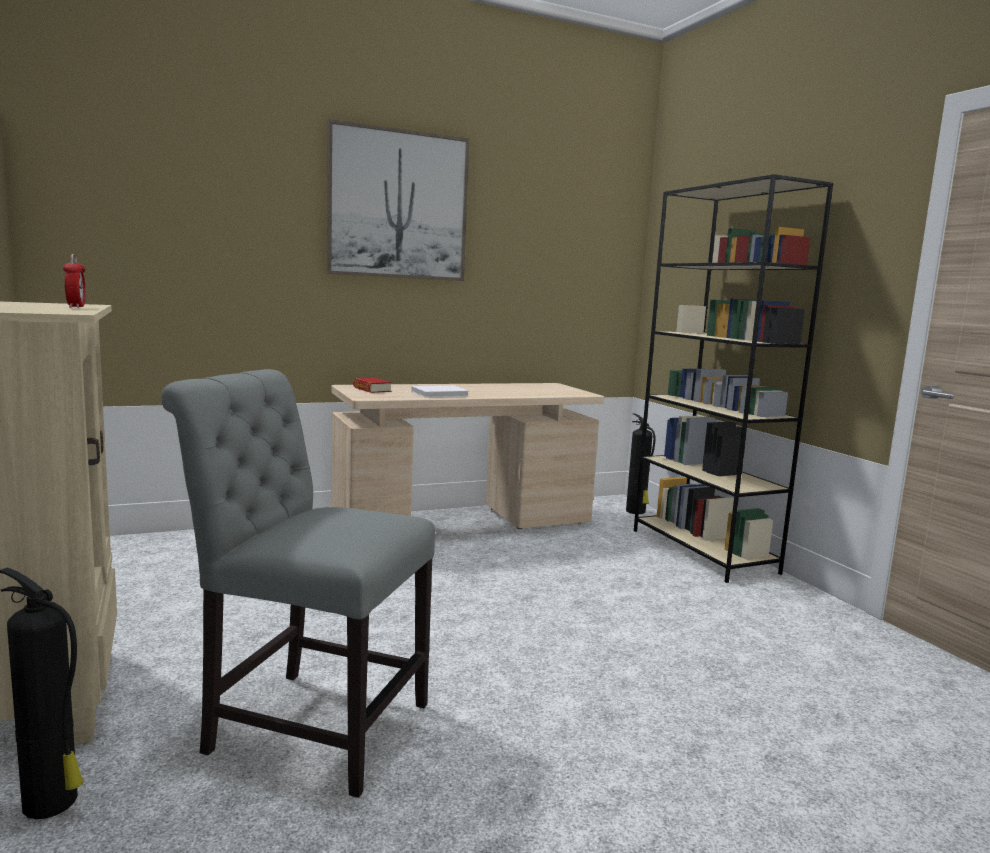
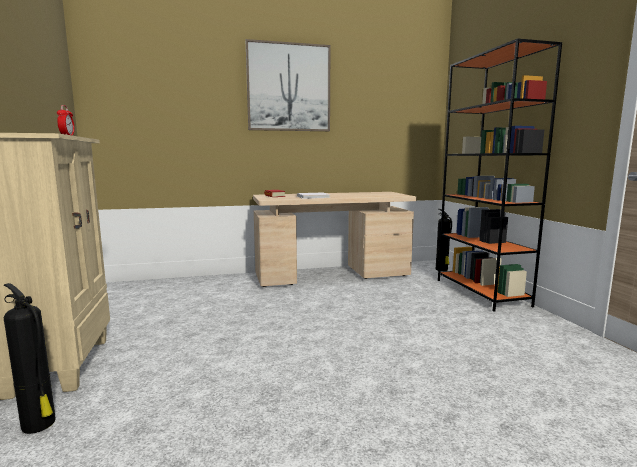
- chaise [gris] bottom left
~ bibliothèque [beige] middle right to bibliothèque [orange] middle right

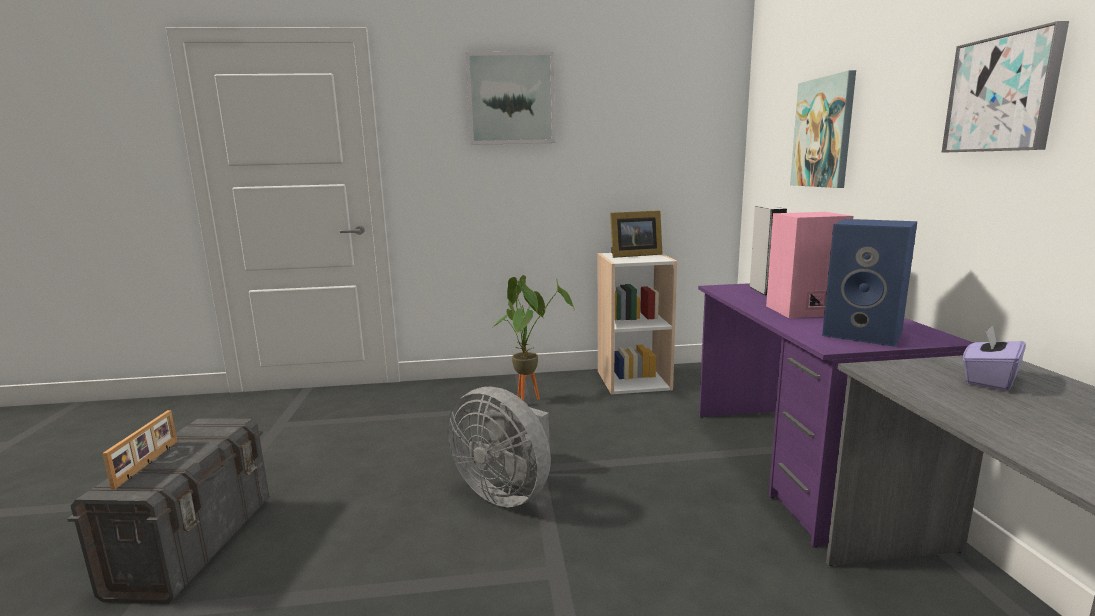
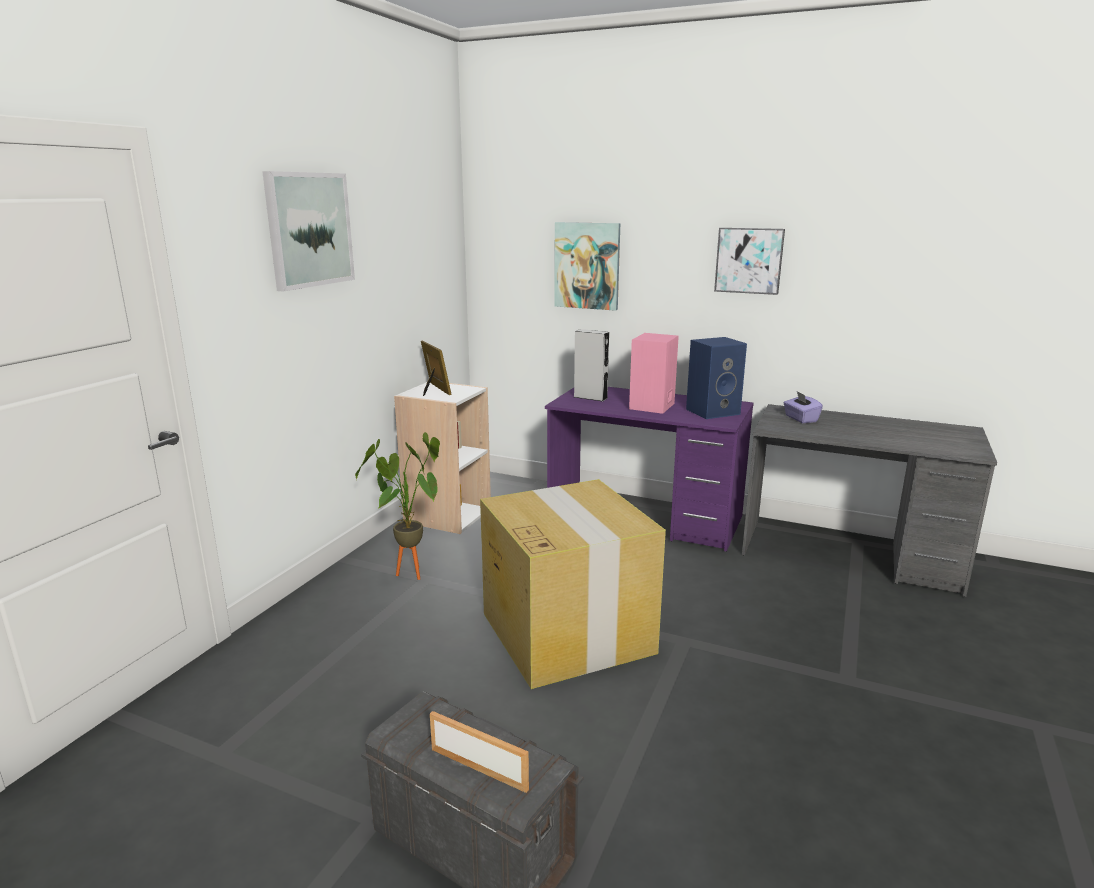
~ ventilateur [gris] bottom centre to carton centre
~ cadre photo (2nd from left in the first image) centre = centre 45 degrees counterclockwise

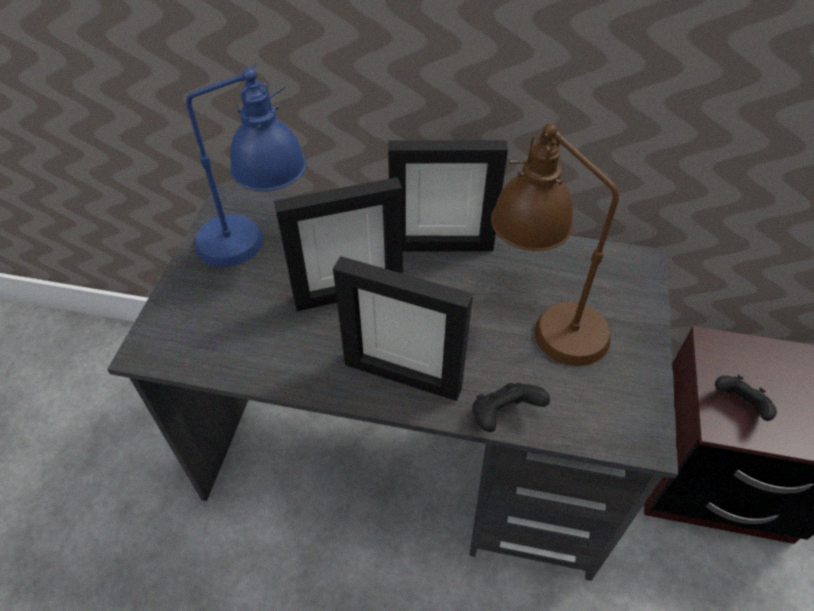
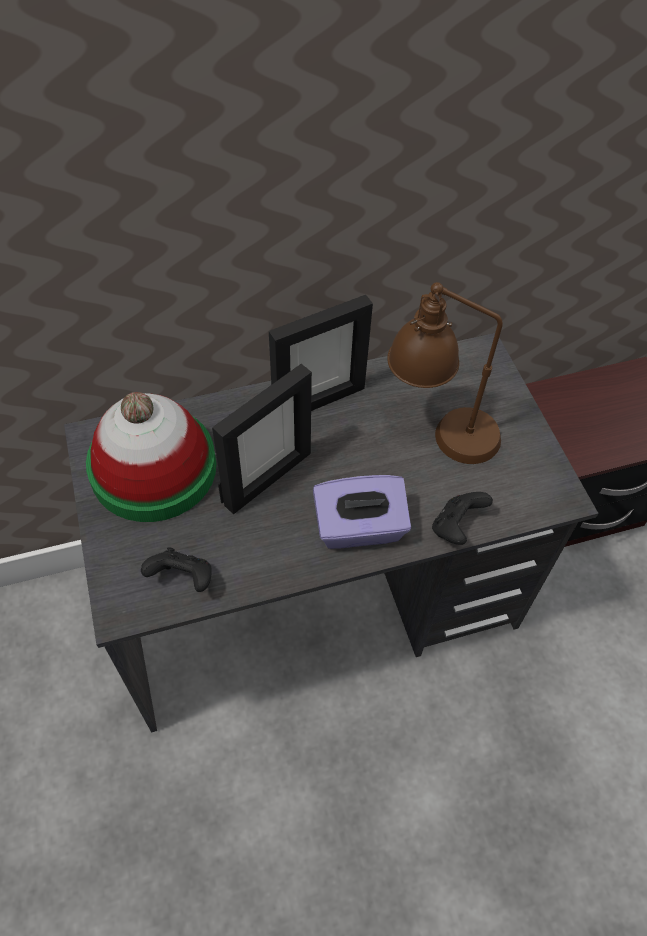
~ lampe de table [bleu] top left to chapeau middle left
~ cadre photo (2nd from left) centre to boîte à mouchoirs [violet] centre
~ manette [noir] (2nd from left in the first image) middle right to manette [noir] (1st from left) middle left

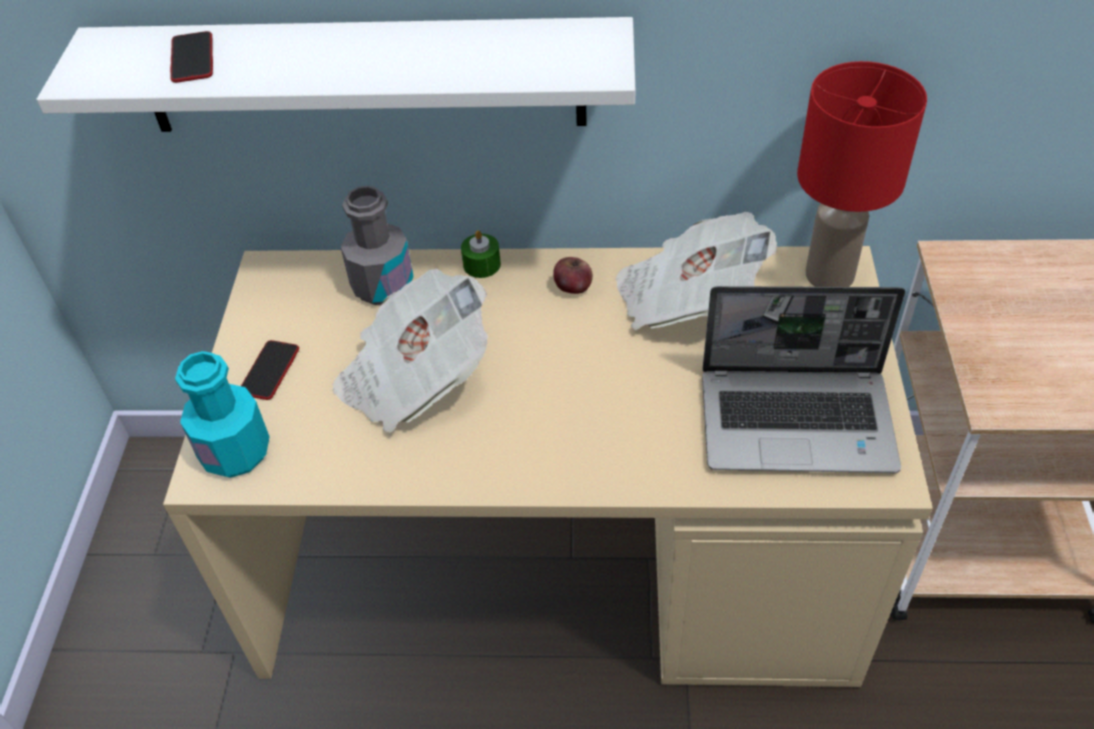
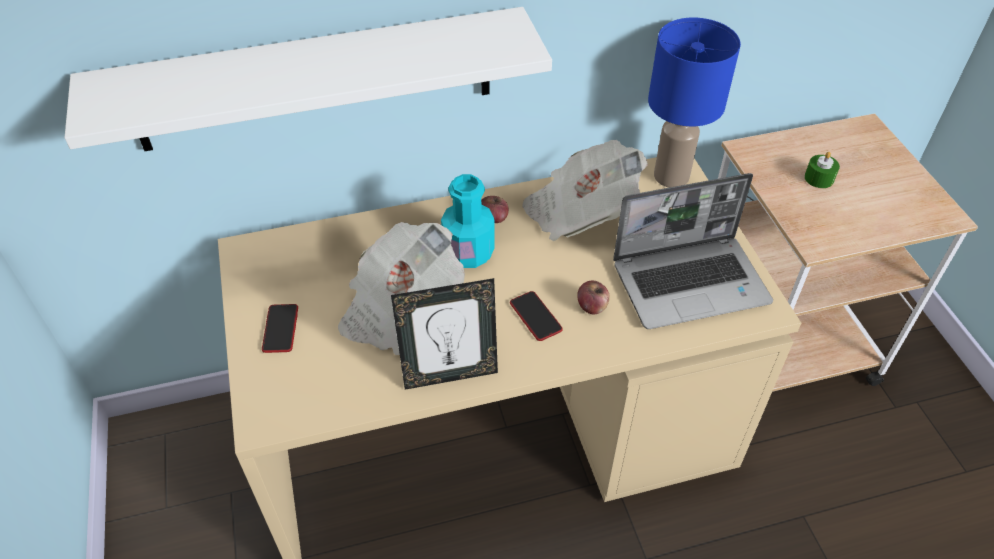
~ téléphone (1st from left in the first image) top left to téléphone (2nd from left) centre
~ bouteille [turquoise] middle left to centre
- bouteille [gris] centre
~ bougie [vert] centre to top right
~ lampe de table [rouge] top right to lampe de table [bleu] top right
+ cadre photo centre
+ pomme (2nd from left) centre

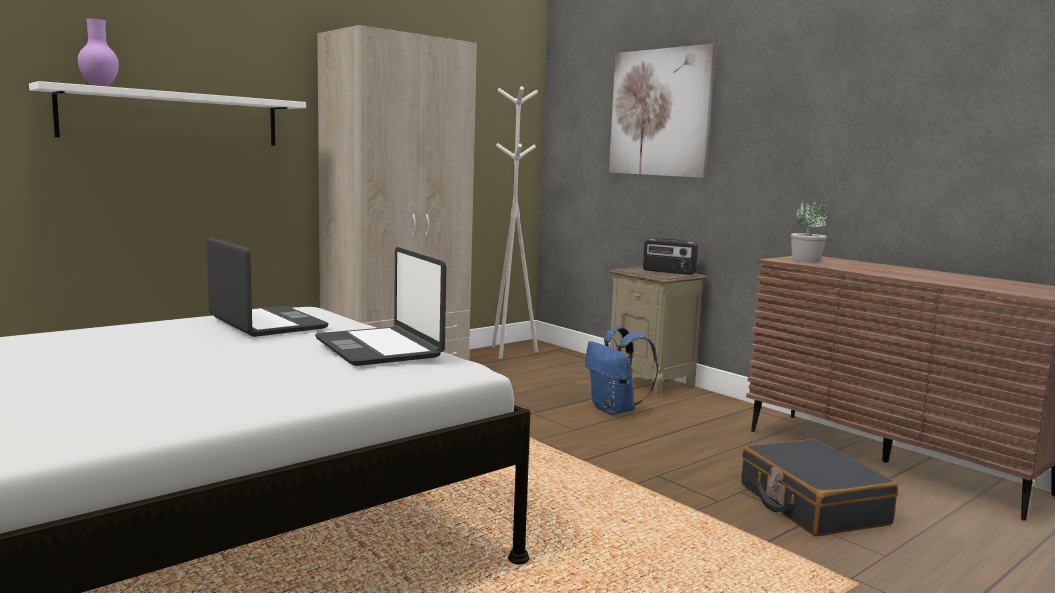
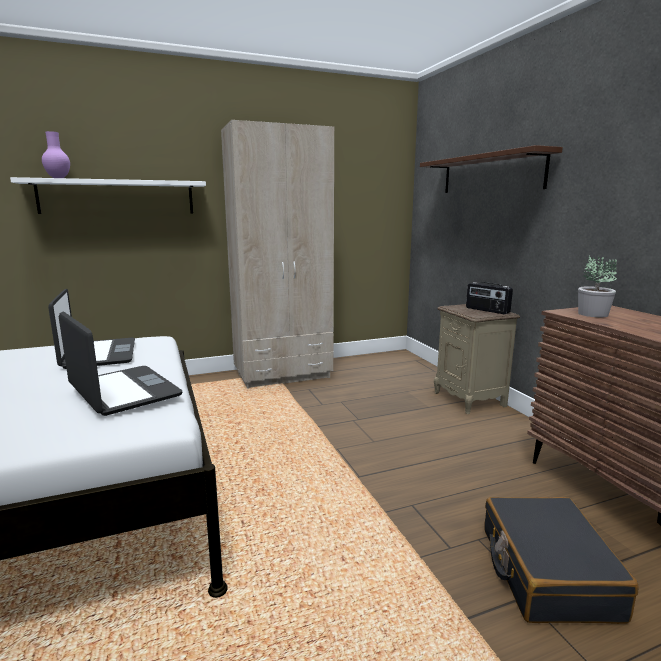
~ ordinateur portable (2nd from left) centre = middle left 150 degrees clockwise
- portant [gris] centre
- sac à dos [bleu] centre
~ tableau top centre to étagère [marron] top right

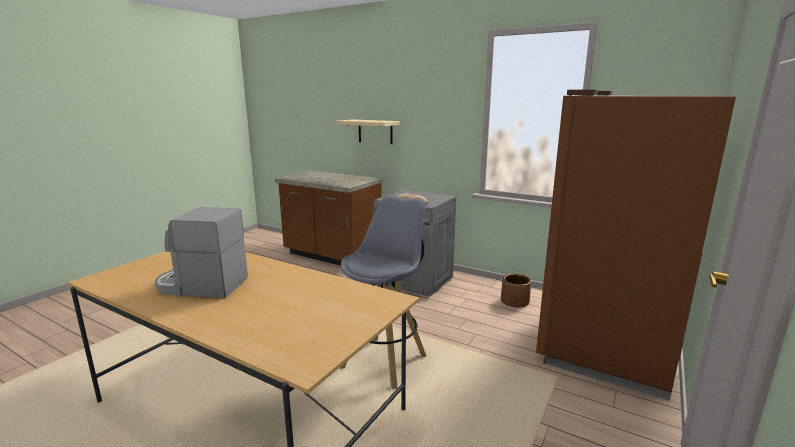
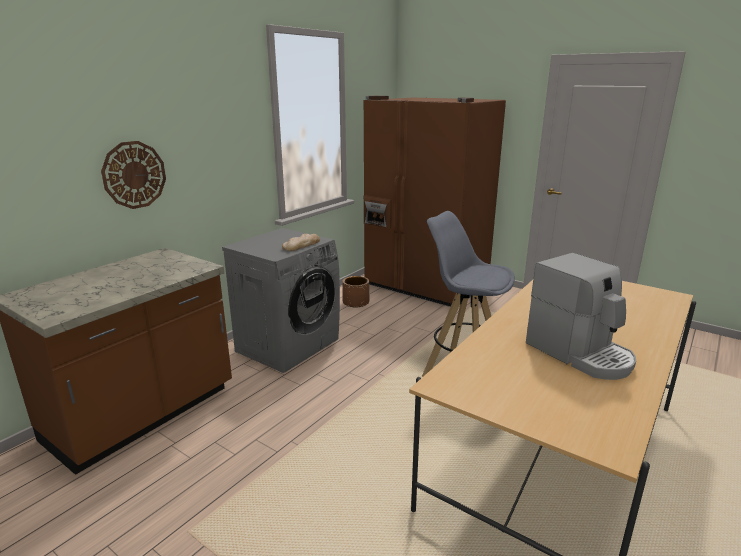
~ machine à café middle left = middle right 45 degrees counterclockwise
~ étagère [beige] top centre to horloge murale top left

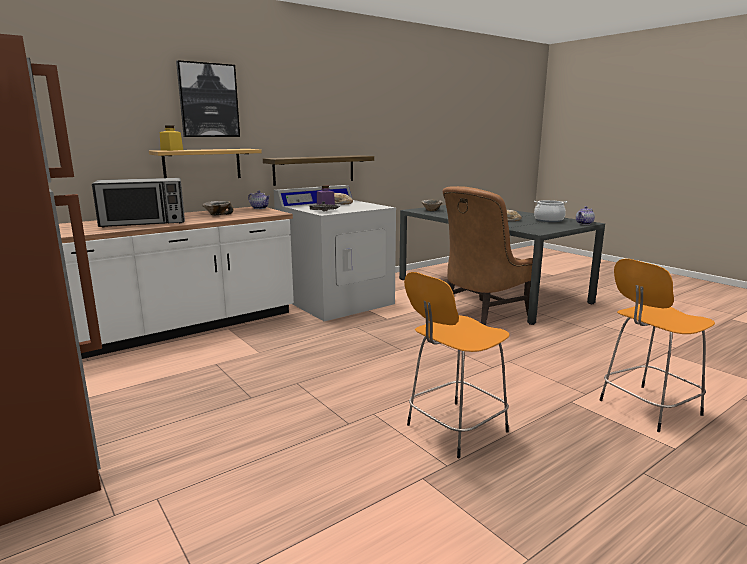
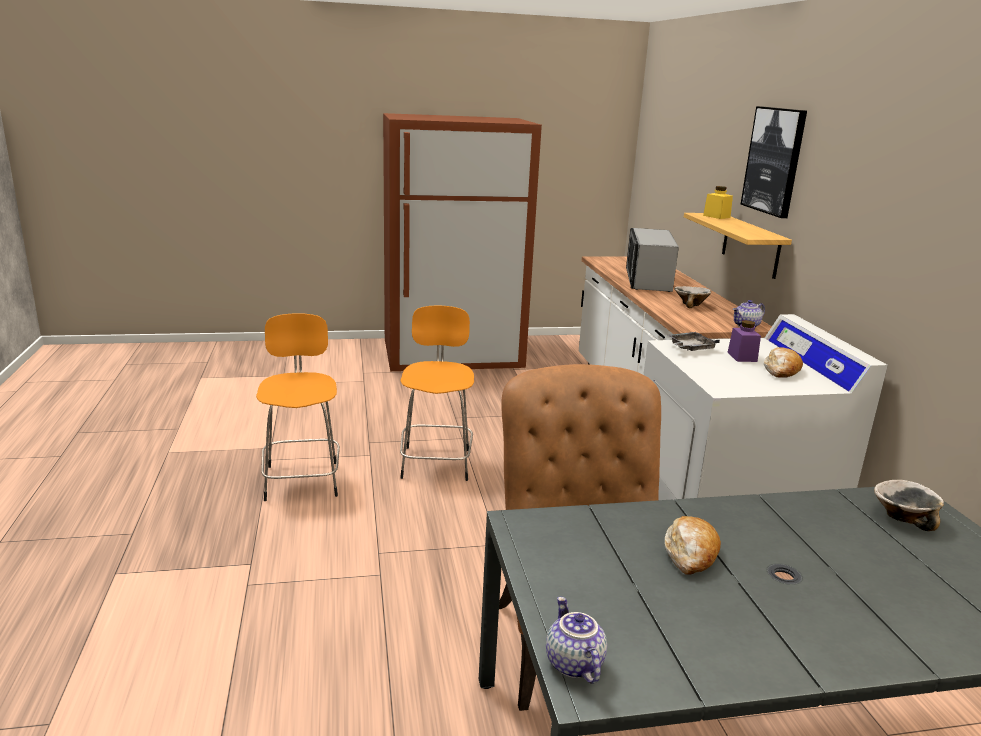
- étagère (2nd from left) top centre
- marmite middle right
~ tabouret [orange] (2nd from left) middle right to centre

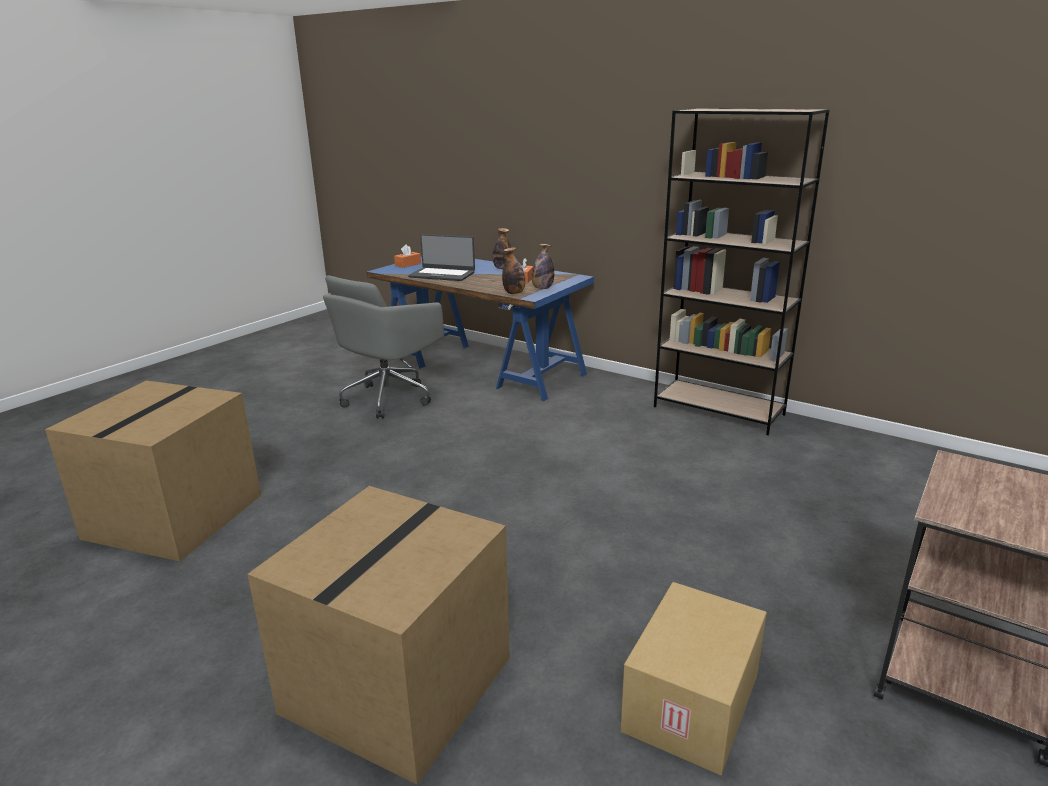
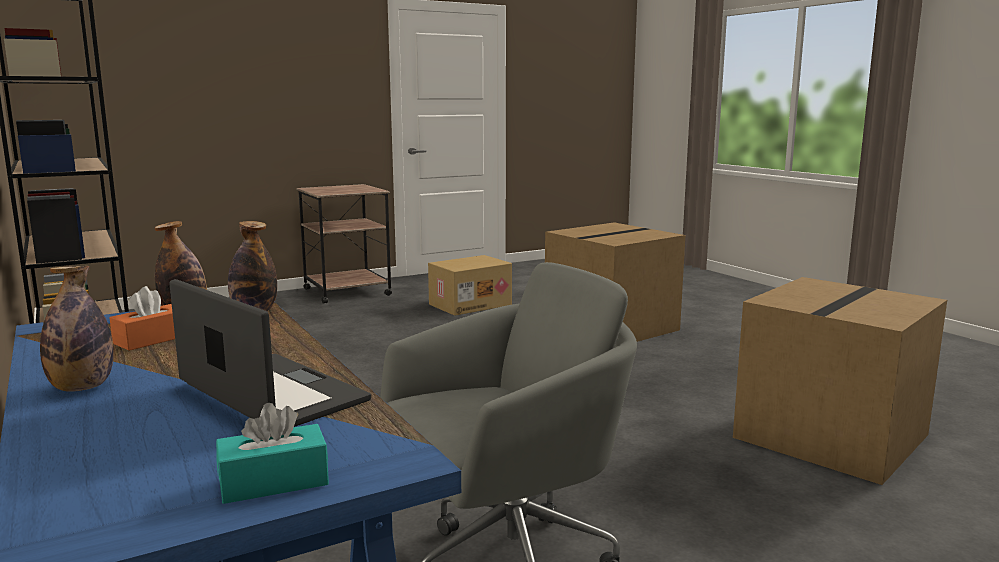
~ boîte à mouchoirs [orange] (1st from left) top centre to boîte à mouchoirs [turquoise] bottom left

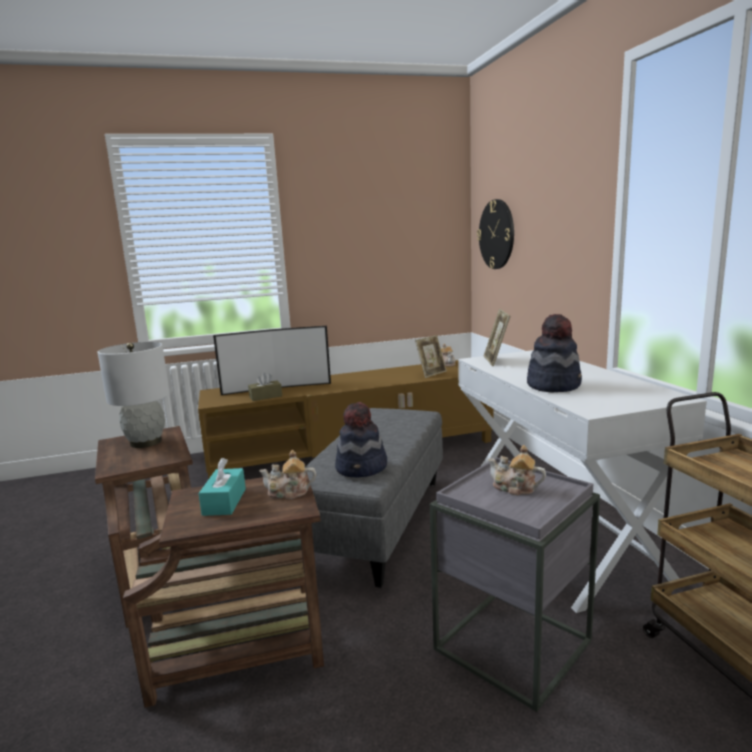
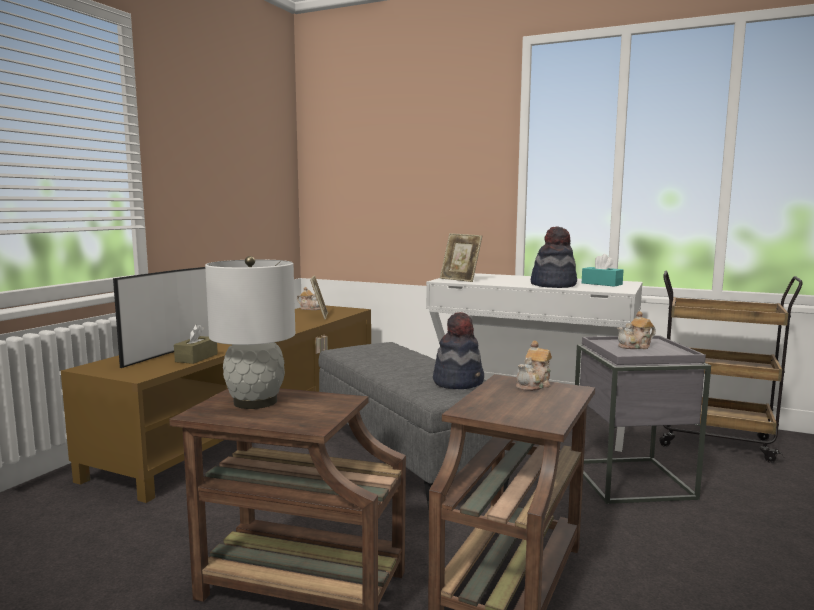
~ boîte à mouchoirs [turquoise] middle left to middle right
- horloge murale top centre

